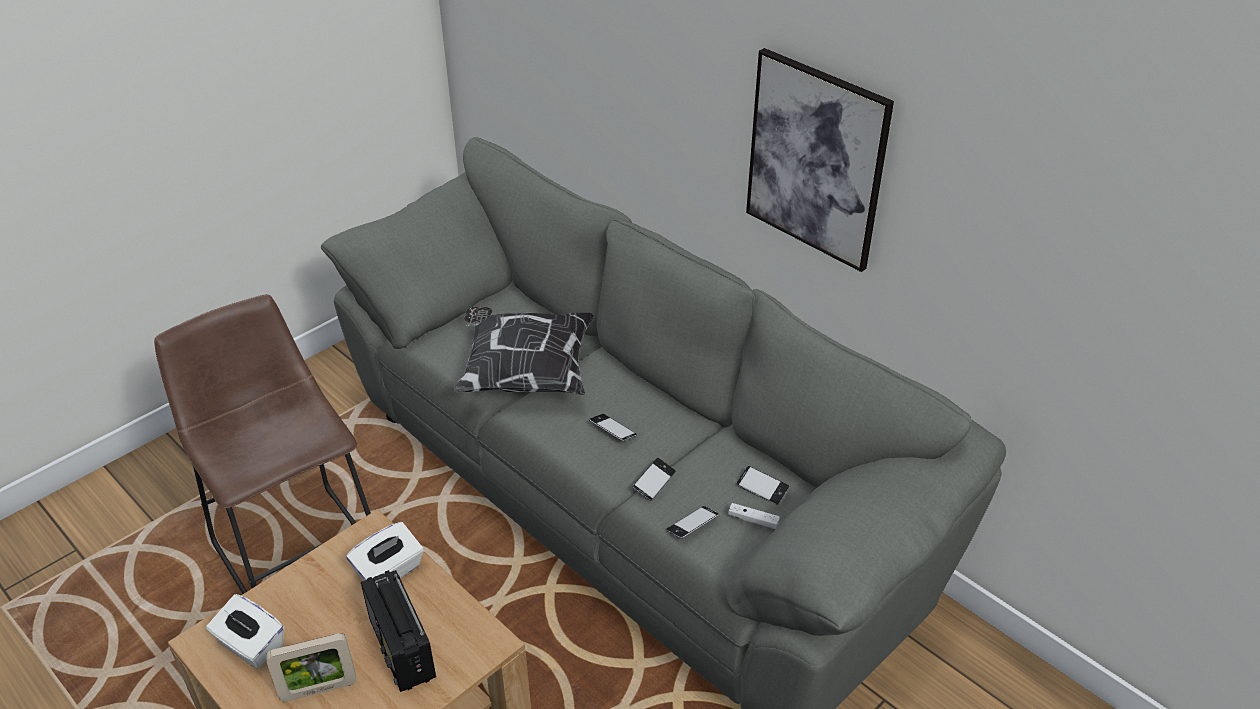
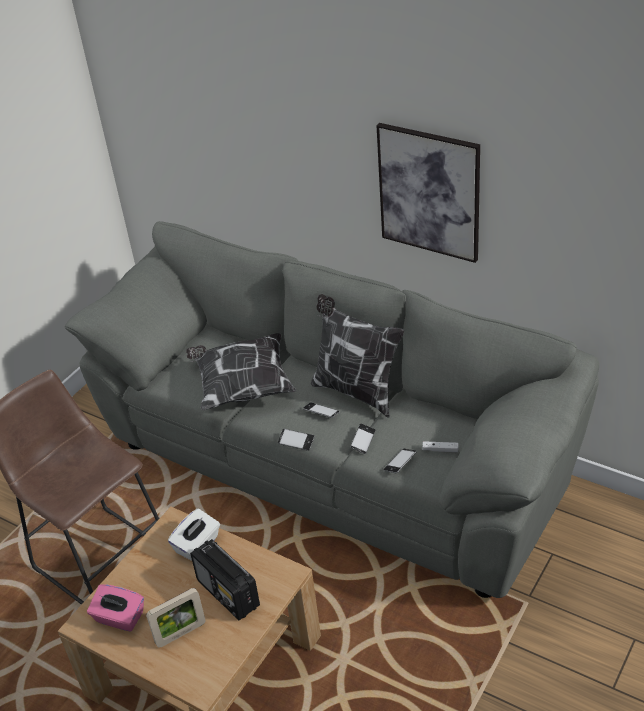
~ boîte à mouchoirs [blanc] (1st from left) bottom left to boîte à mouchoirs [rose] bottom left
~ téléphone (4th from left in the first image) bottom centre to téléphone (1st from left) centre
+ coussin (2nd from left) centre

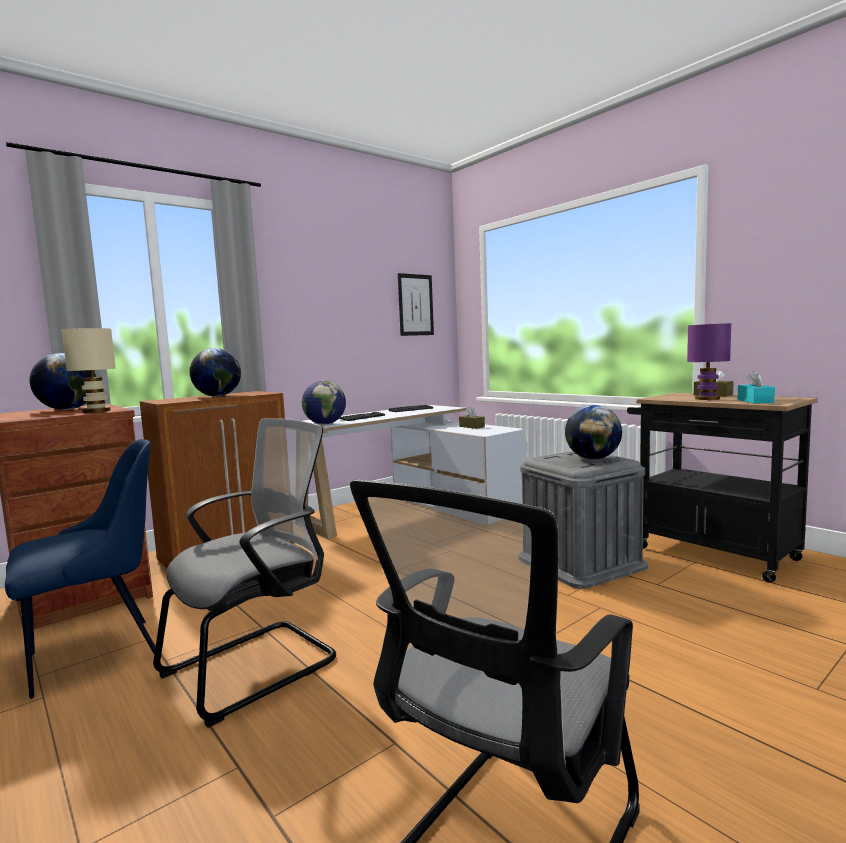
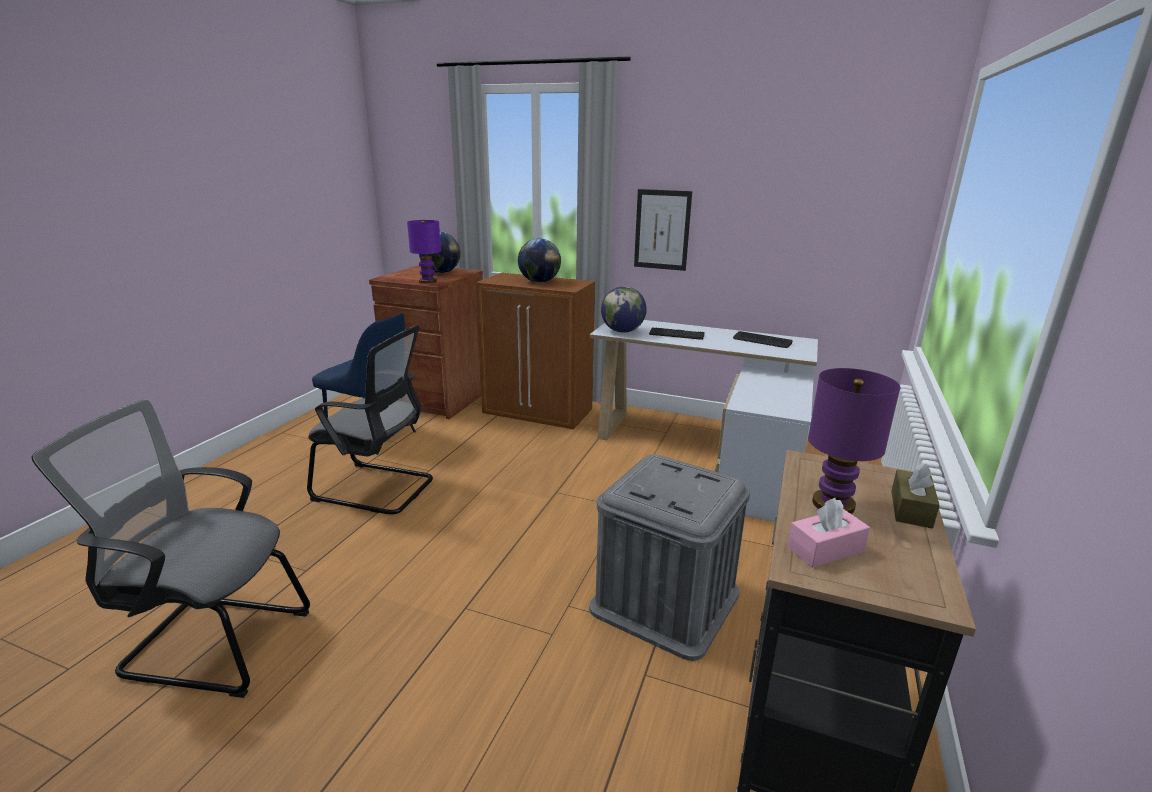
~ lampe de table [beige] middle left to lampe de table [violet] (1st from left) top centre
~ tableau centre to top centre
- boîte à mouchoirs [marron] (1st from left) centre
- globe (4th from left) middle right
~ boîte à mouchoirs [turquoise] middle right to boîte à mouchoirs [rose] bottom right

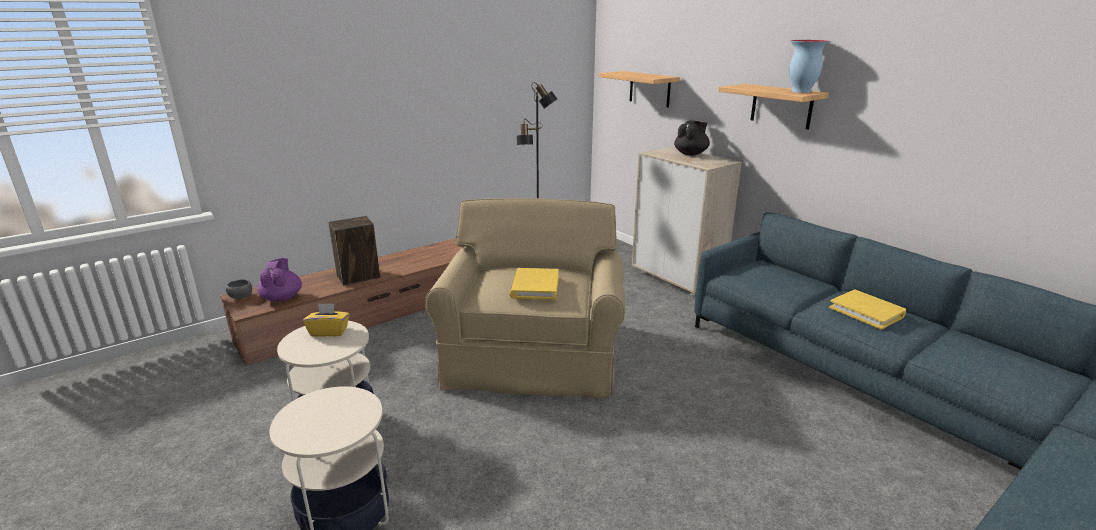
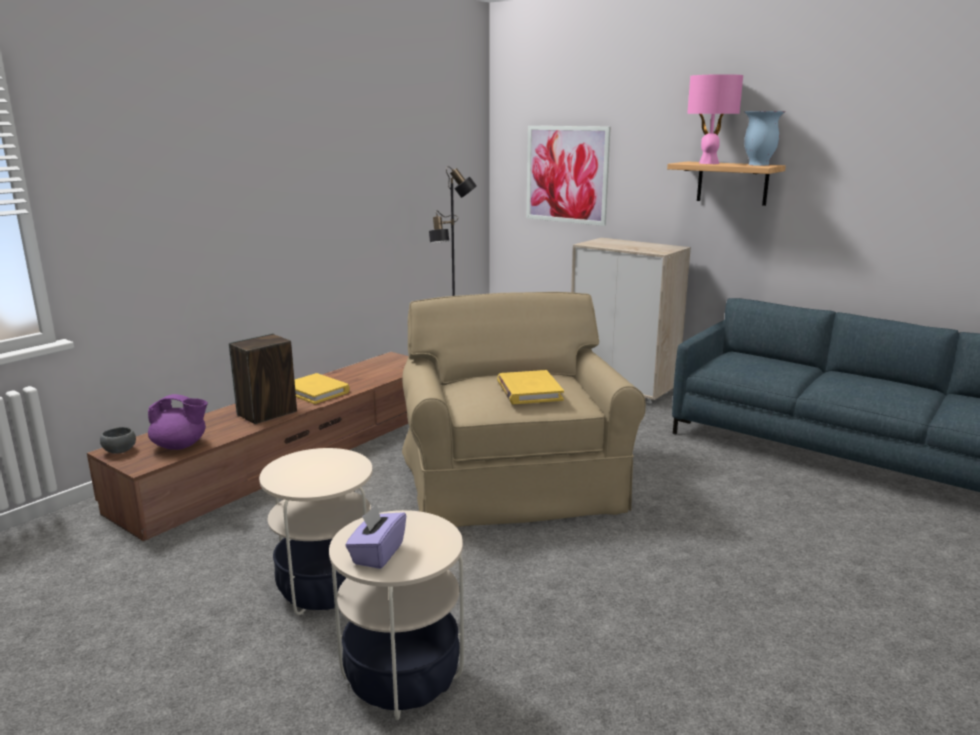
~ théière [violet] middle left = middle left 120 degrees clockwise
- boîte à mouchoirs [jaune] middle left
~ étagère (1st from left) top centre to tableau top centre
- théière [noir] top centre
~ livre [jaune] (2nd from left in the first image) middle right to livre [jaune] (1st from left) middle left
+ boîte à mouchoirs [violet] bottom centre
+ lampe de table [rose] top right

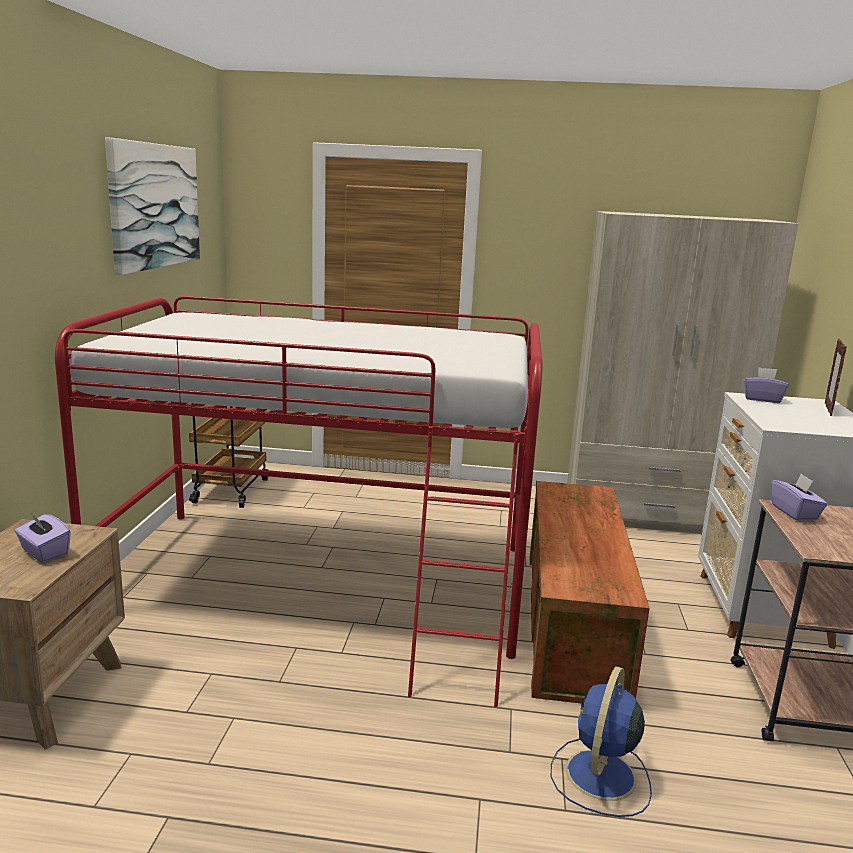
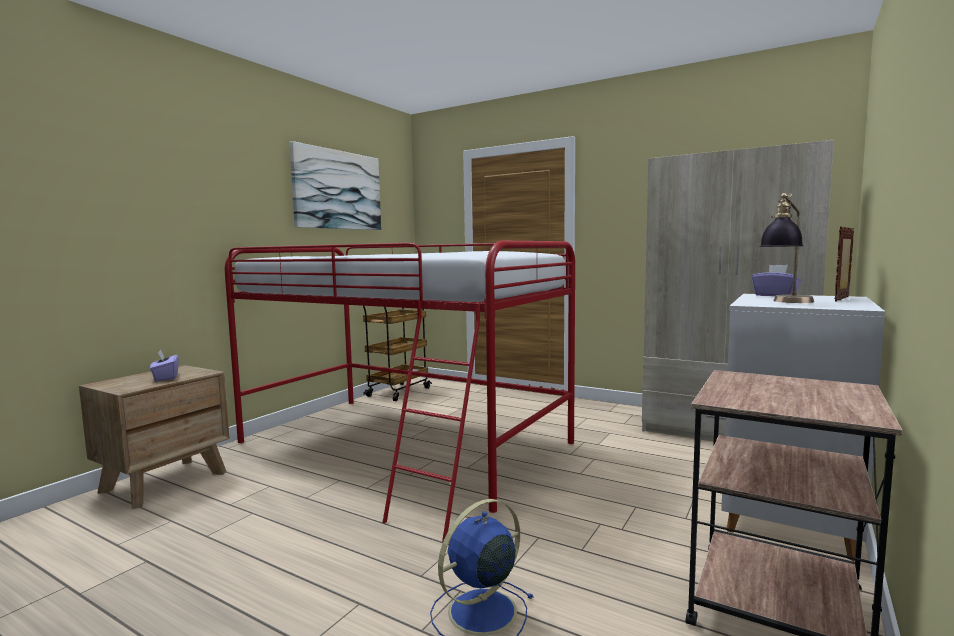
- banc [marron] bottom right
- boîte à mouchoirs [violet] (3rd from left) middle right
+ lampe de table middle right

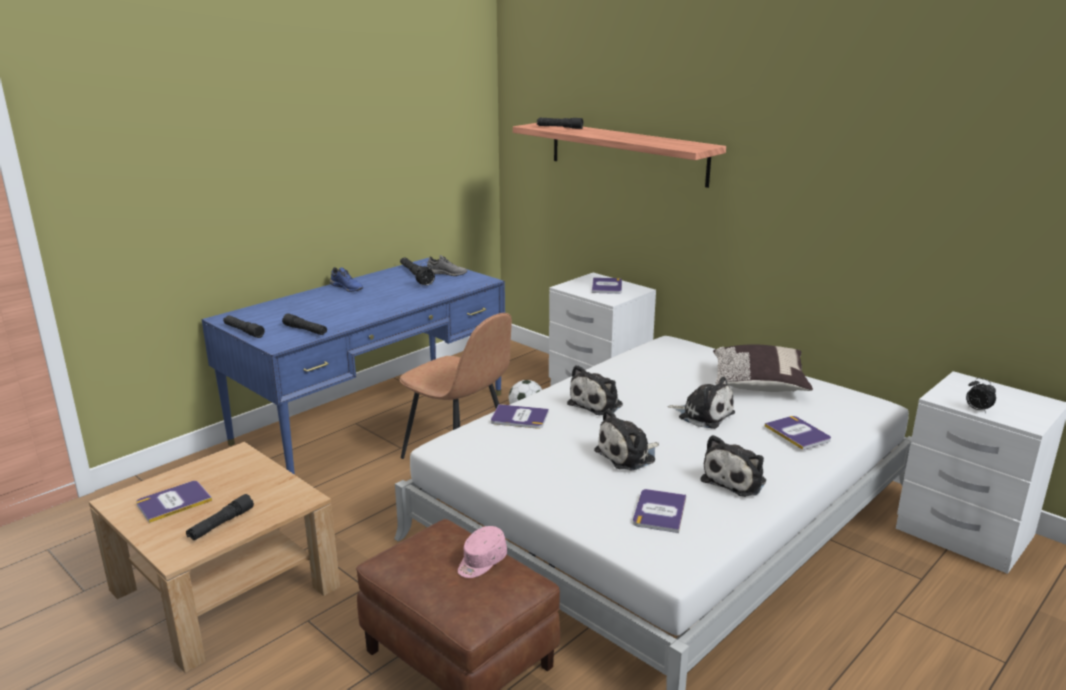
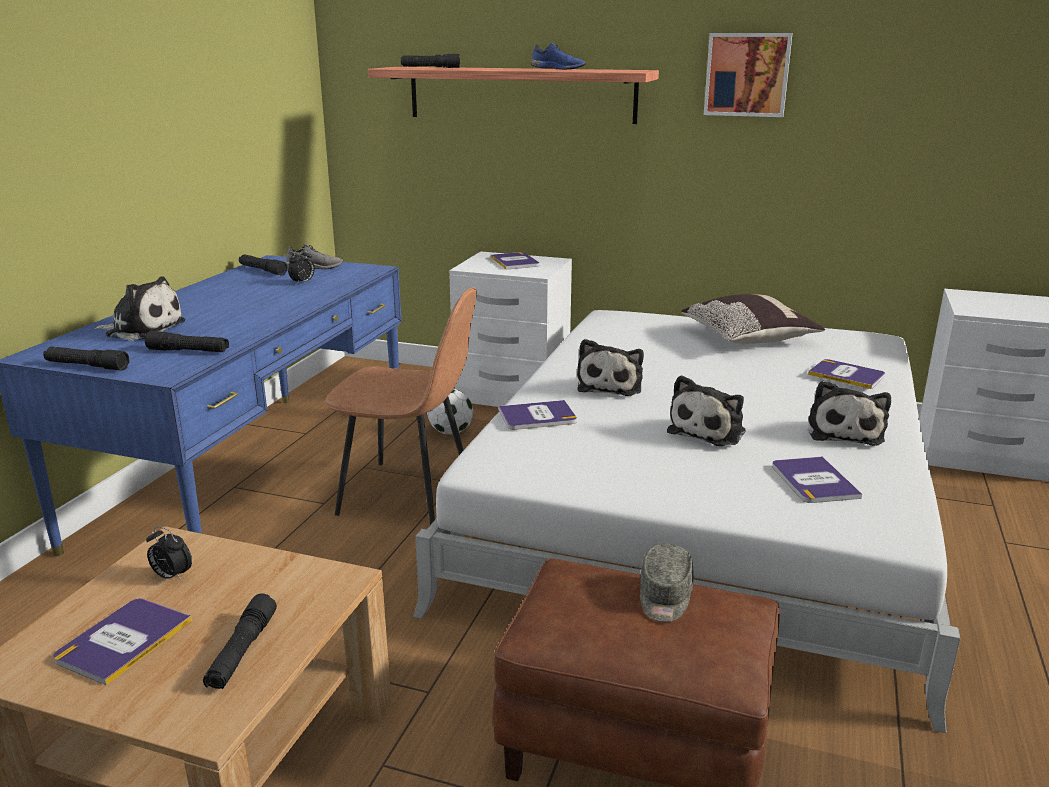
~ chaussure [bleu] middle left to top centre
~ casquette [rose] bottom centre to casquette [gris] bottom centre
~ peluche (3rd from left in the first image) centre to peluche (1st from left) middle left
~ réveil (2nd from left in the first image) middle right to réveil (1st from left) bottom left
+ tableau top right

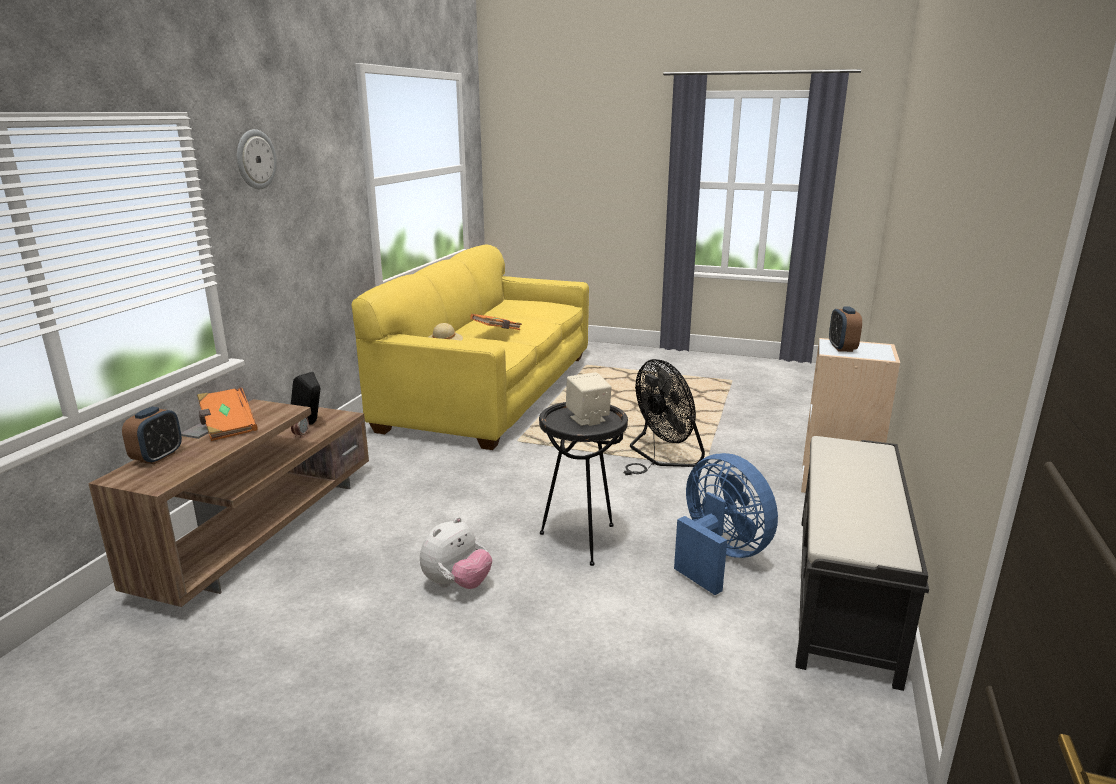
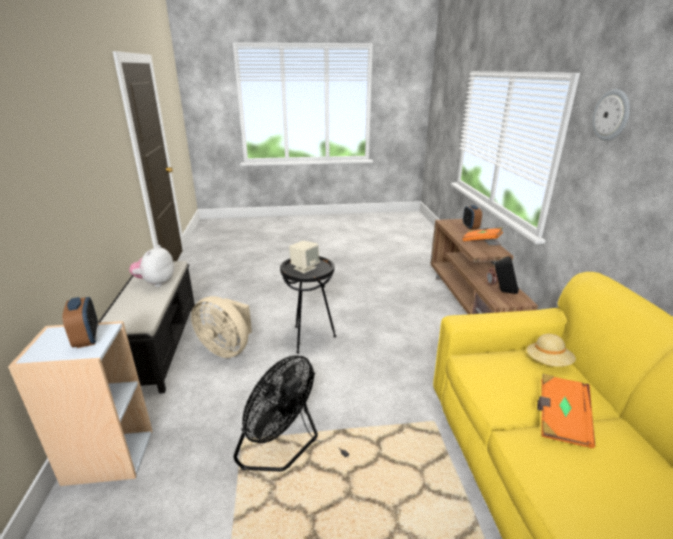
~ peluche bottom centre to middle left
~ ventilateur [noir] centre = bottom centre 90 degrees clockwise
~ ventilateur [bleu] bottom centre to ventilateur [beige] middle left

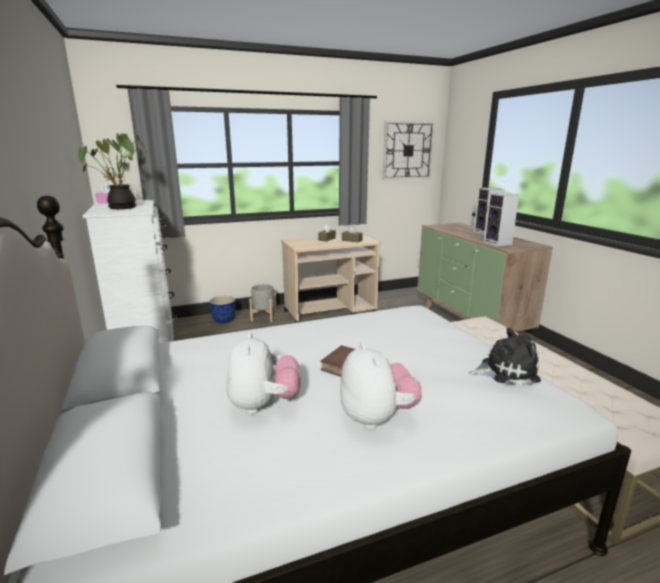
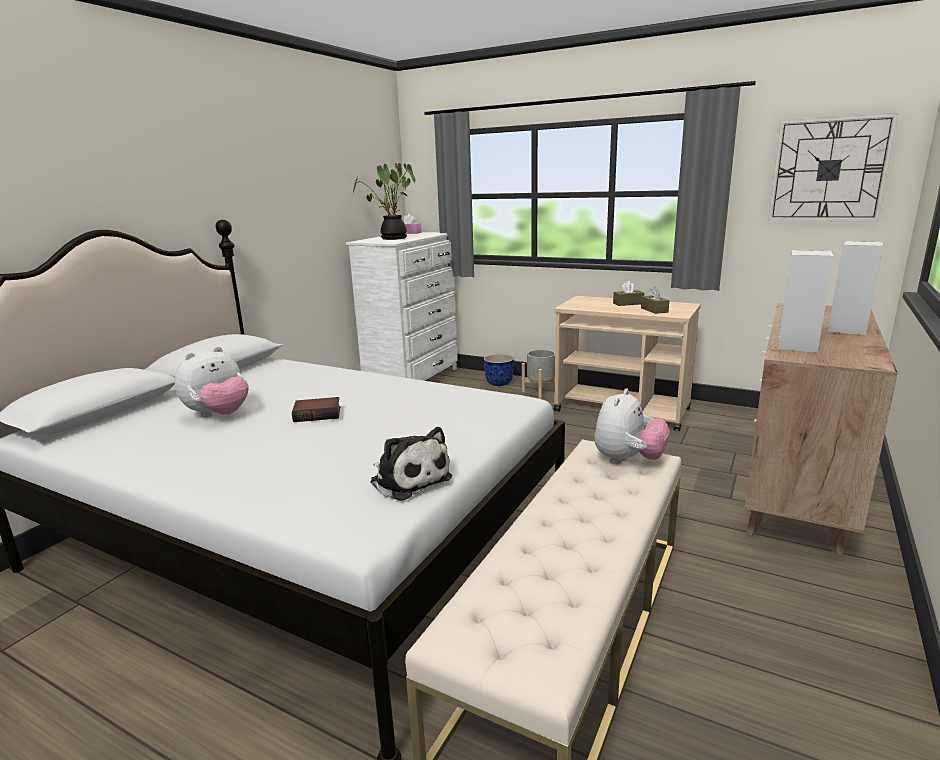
~ peluche (2nd from left in the first image) centre to peluche (3rd from left) middle right

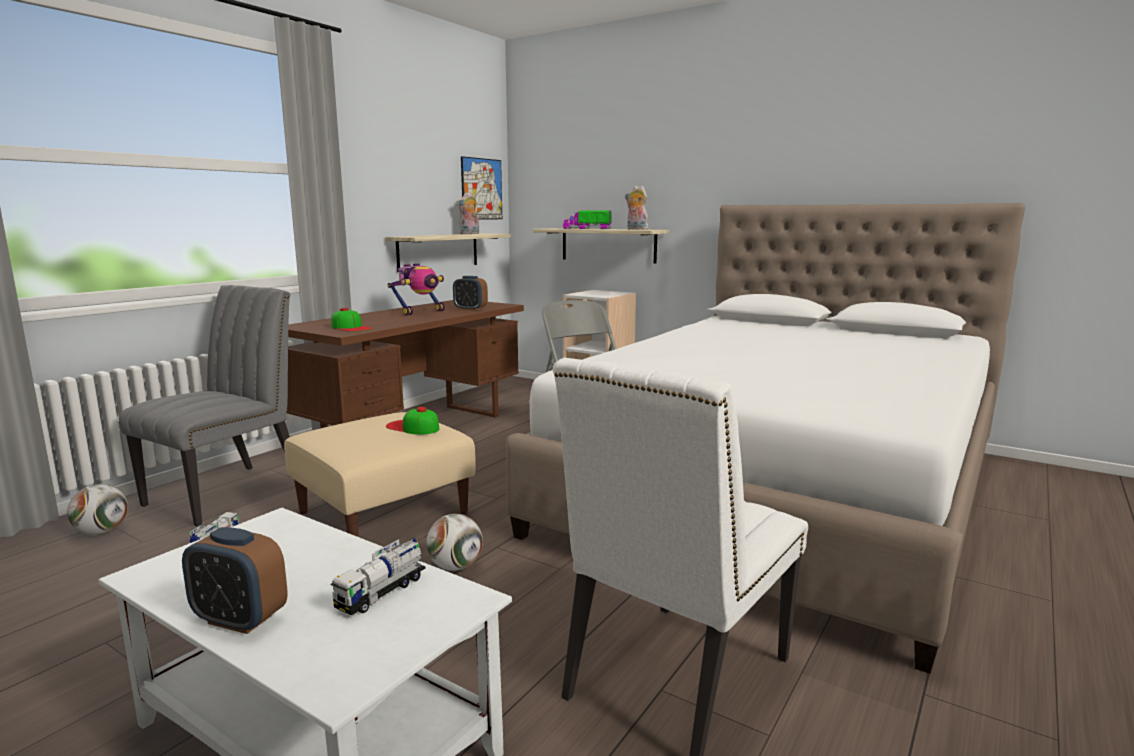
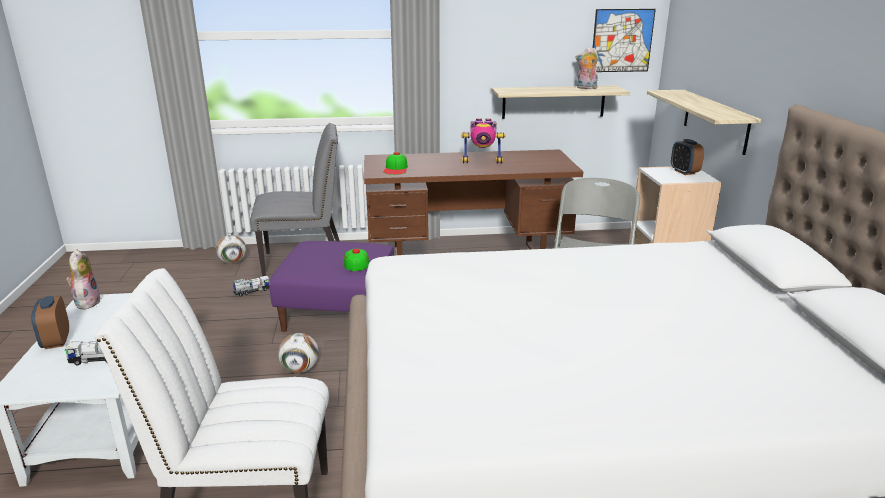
~ pouf [beige] centre to pouf [violet] centre
~ réveil (2nd from left) centre to top right
- camion jouet (3rd from left) top centre
~ peluche (2nd from left in the first image) top centre to peluche (1st from left) middle left

